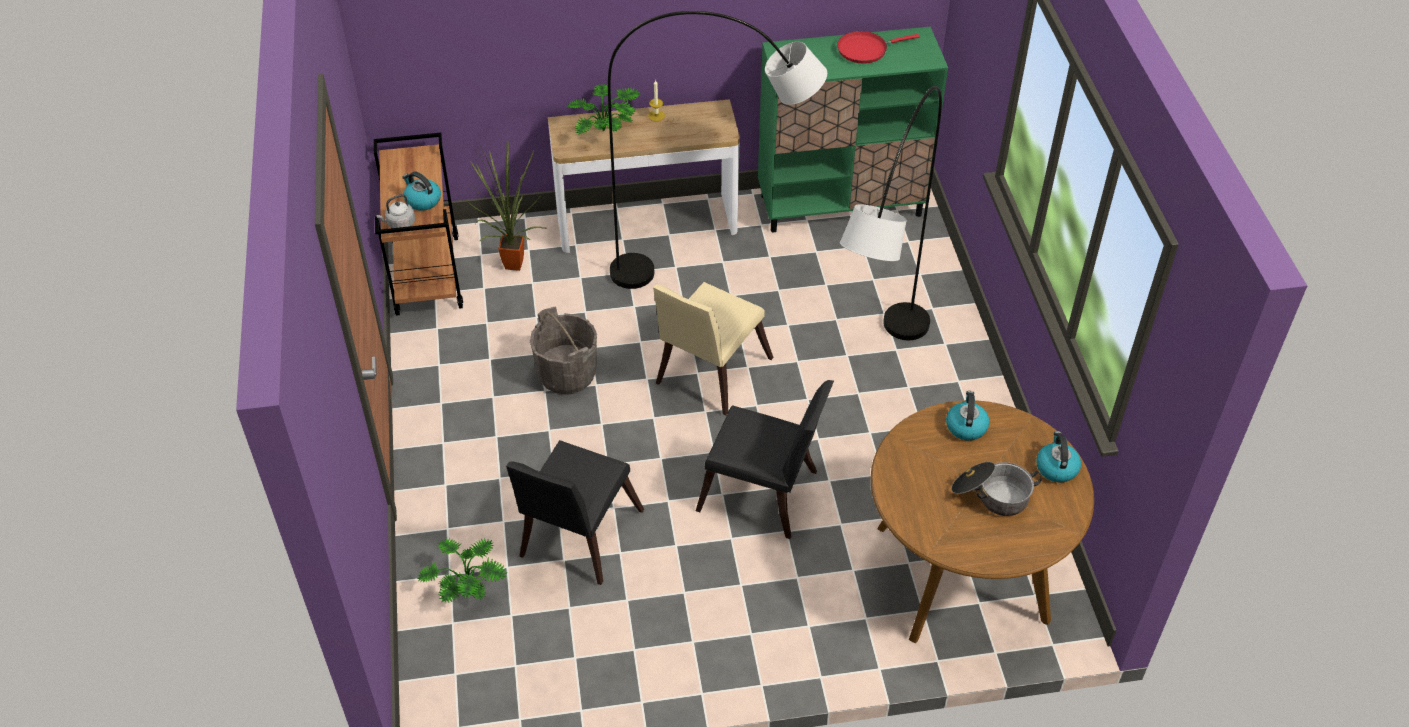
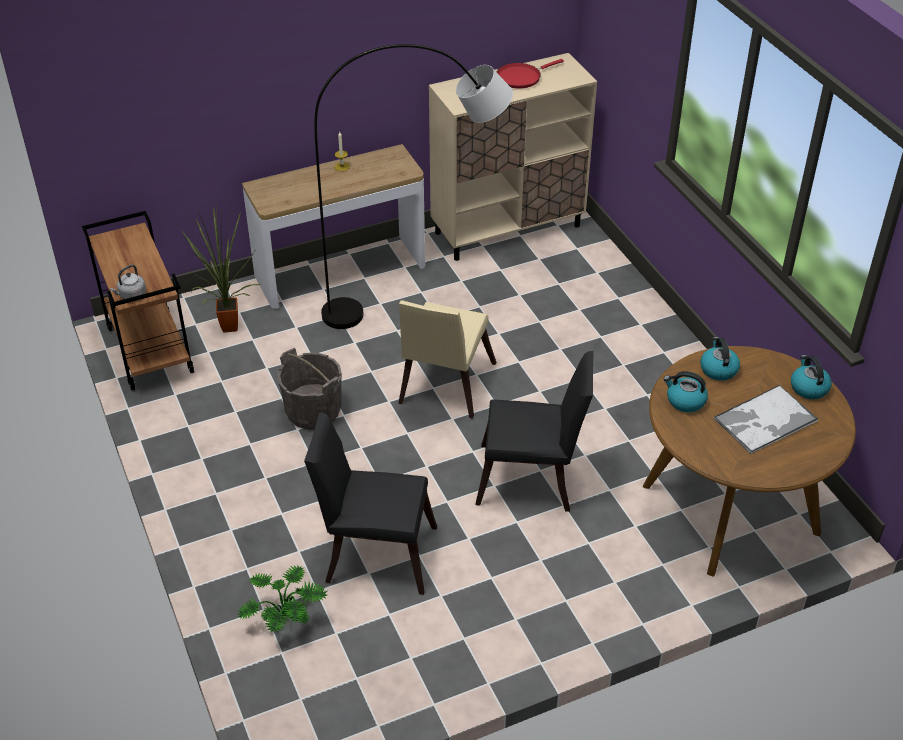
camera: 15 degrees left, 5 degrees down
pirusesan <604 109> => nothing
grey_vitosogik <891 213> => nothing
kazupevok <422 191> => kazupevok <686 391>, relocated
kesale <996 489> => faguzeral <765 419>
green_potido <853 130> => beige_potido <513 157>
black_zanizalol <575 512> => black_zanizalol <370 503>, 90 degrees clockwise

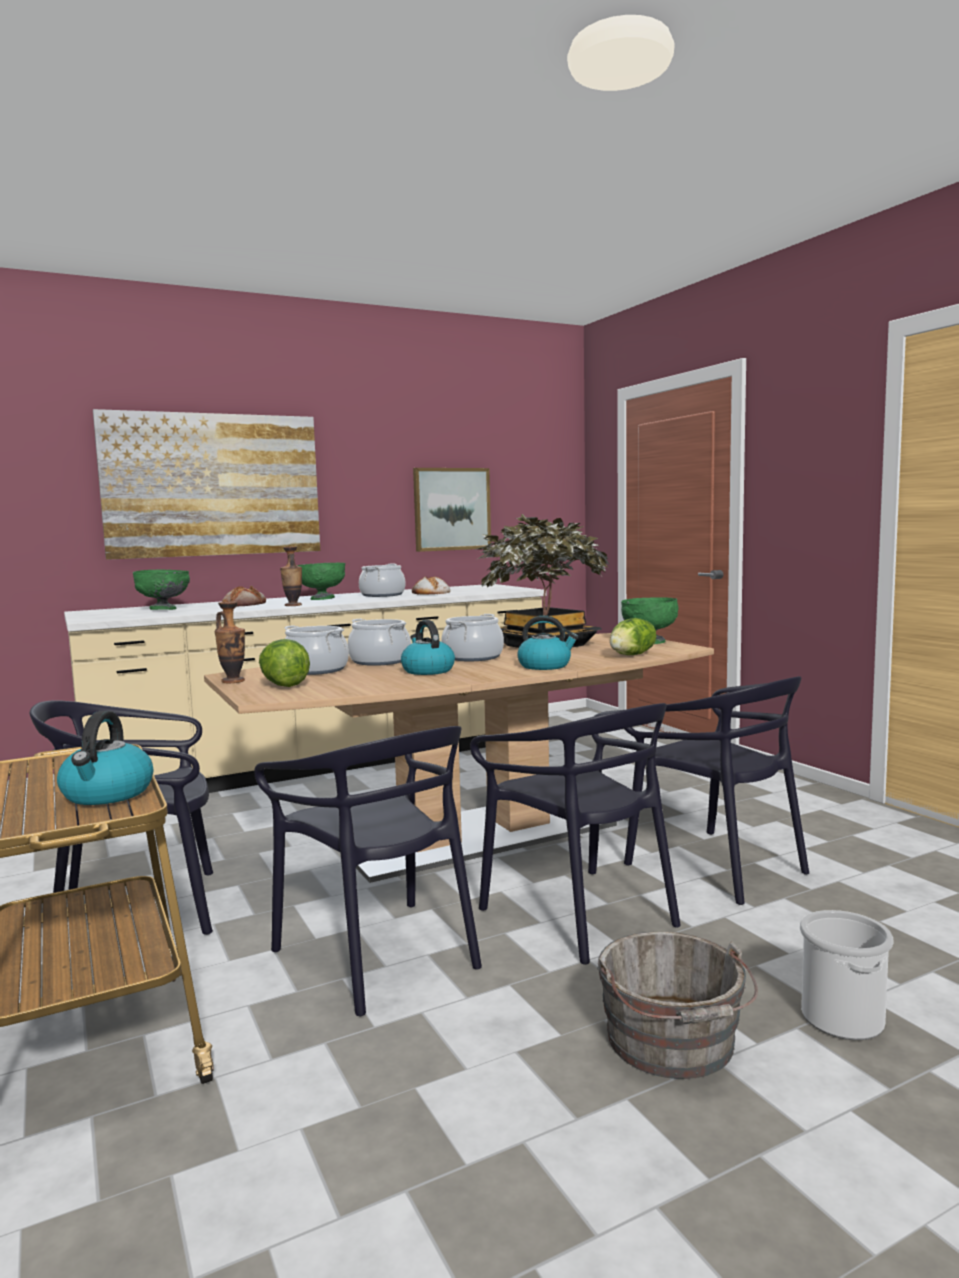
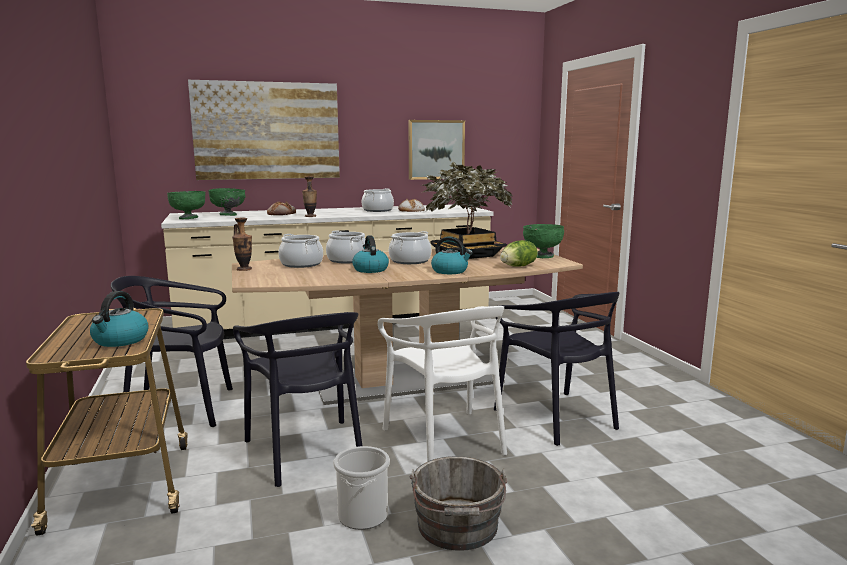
camera: 10 degrees right, 5 degrees up
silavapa <284 663> => nothing
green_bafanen <321 581> => green_bafanen <186 205>, relocated
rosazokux <847 975> => rosazokux <361 488>, relocated
black_zanizalol <575 834> => white_zanizalol <442 384>

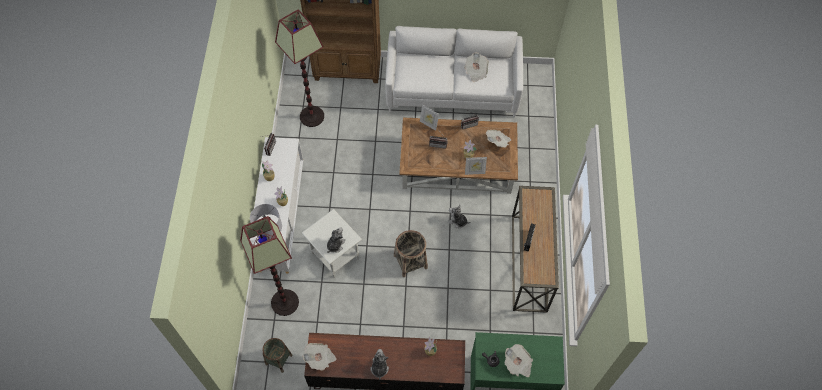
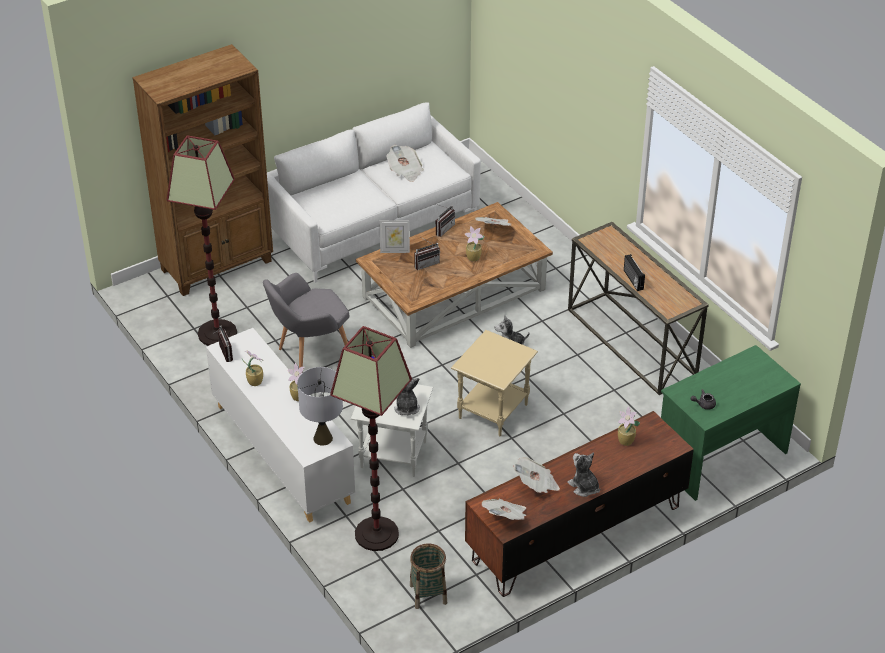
camera: 35 degrees left, 20 degrees down
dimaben <476 166> => nothing
nothing => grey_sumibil <306 320>
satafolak <518 360> => satafolak <536 475>, relocated
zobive <411 253> => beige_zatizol <494 383>

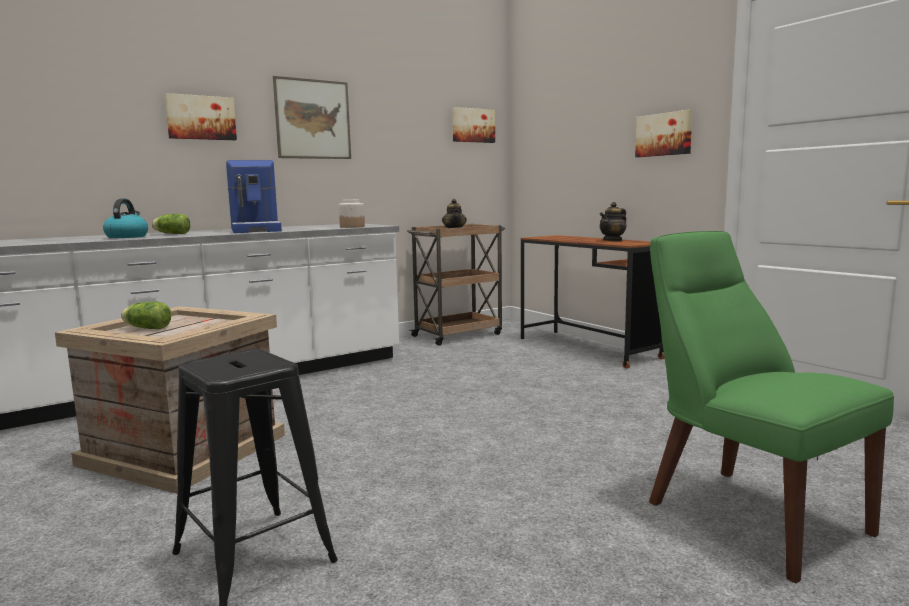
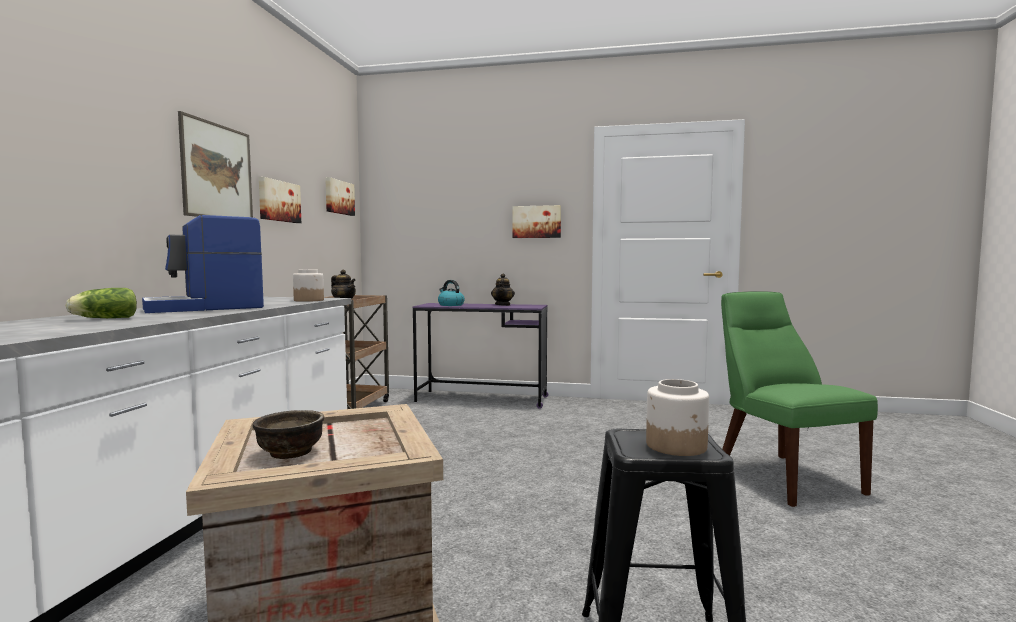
camera: 45 degrees left, 5 degrees down
nothing => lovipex <677 417>
kazupevok <125 218> => kazupevok <451 293>, relocated
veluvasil <201 116> => veluvasil <280 200>, relocated
silavapa <146 315> => brown_bafanen <288 434>
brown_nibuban <593 302> => purple_nibuban <480 356>
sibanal <254 196> => sibanal <203 264>, 120 degrees clockwise
green_zanizalol <771 407> => green_zanizalol <799 399>, 60 degrees clockwise

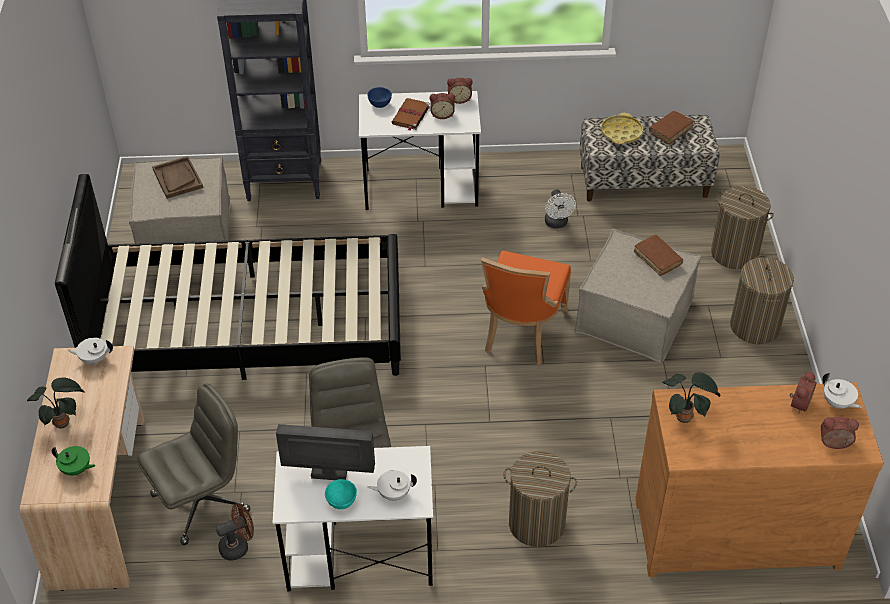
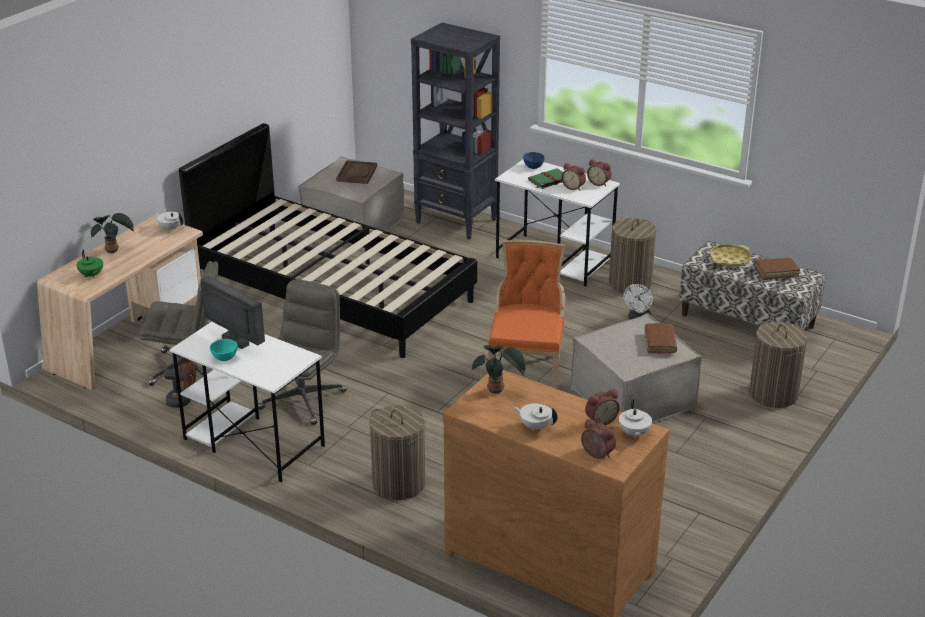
camera: 35 degrees right, 15 degrees down
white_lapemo <392 485> => white_lapemo <535 417>, relocated
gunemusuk <762 299> => gunemusuk <632 256>, relocated
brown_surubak <411 114> => green_surubak <545 178>
orange_zanizalol <526 308> => orange_zanizalol <526 314>, 135 degrees clockwise

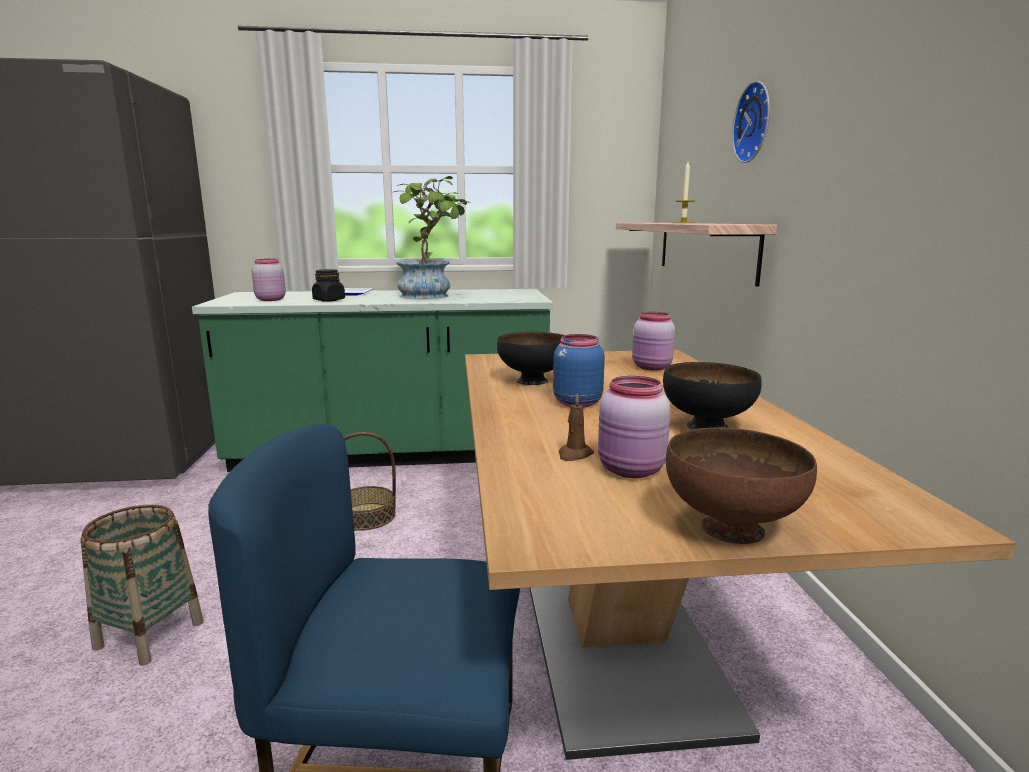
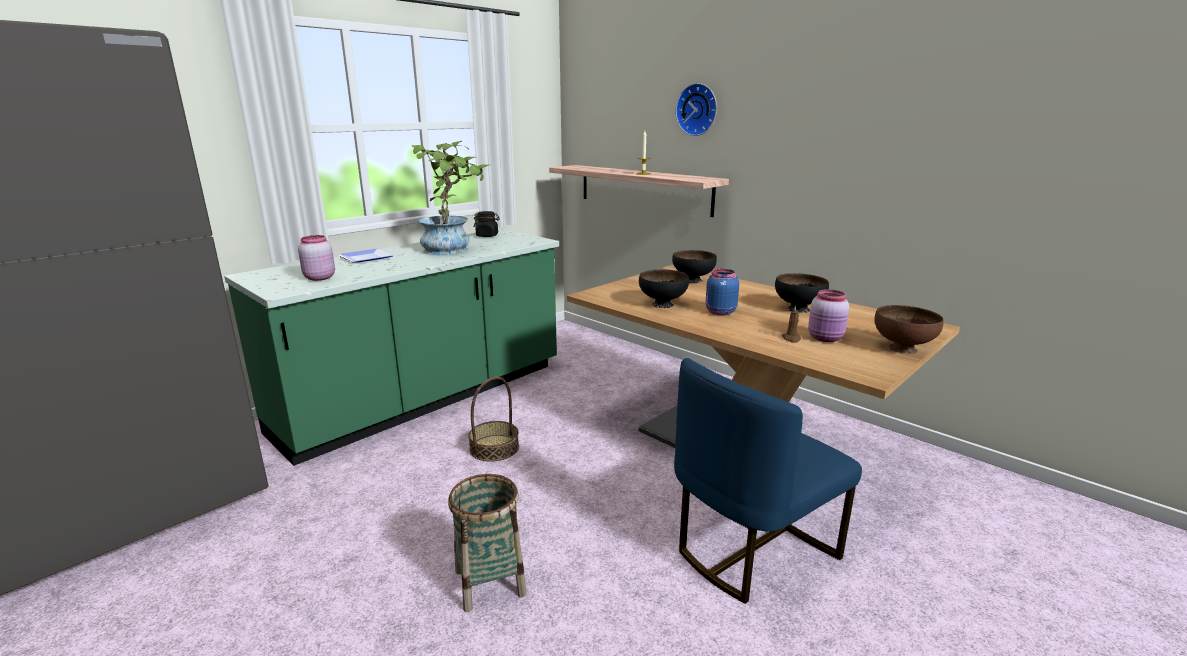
camera: 40 degrees left, 5 degrees up
black_lovipex <328 285> => black_lovipex <487 224>, relocated
pink_lovipex <653 341> => black_bafanen <694 266>

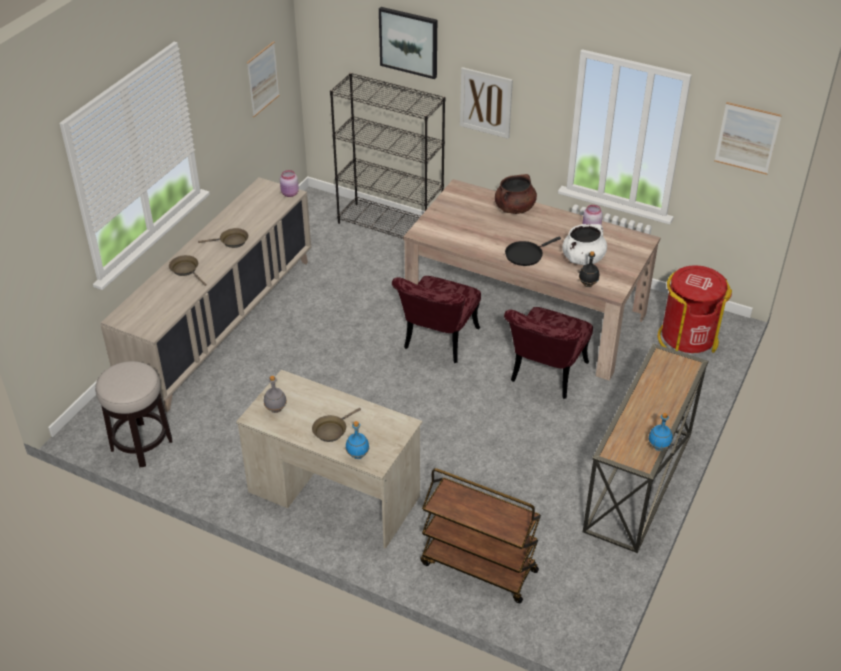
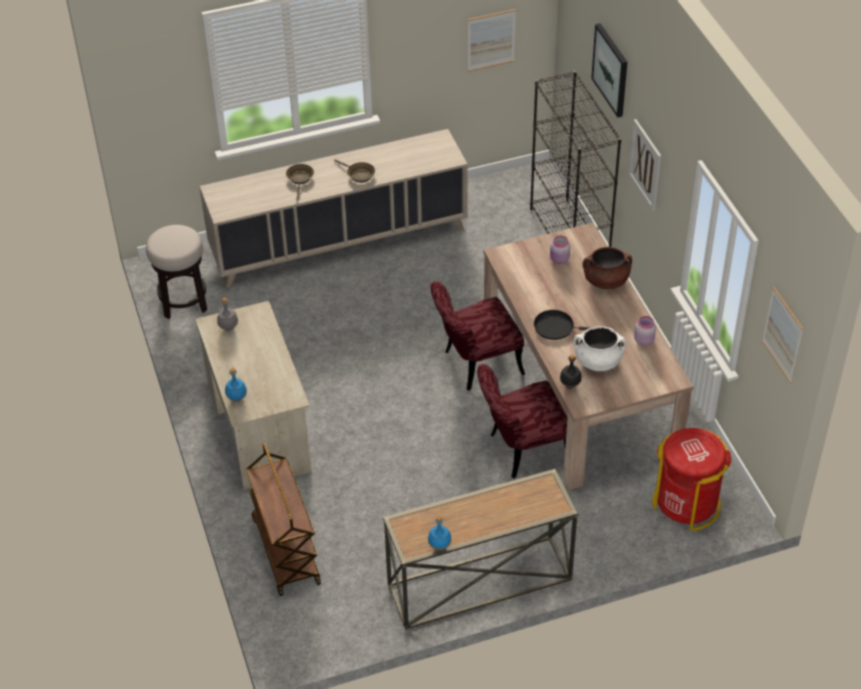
camera: 45 degrees right, 5 degrees up
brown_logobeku <336 425> => nothing
pink_lovipex <289 183> => pink_lovipex <560 249>, relocated

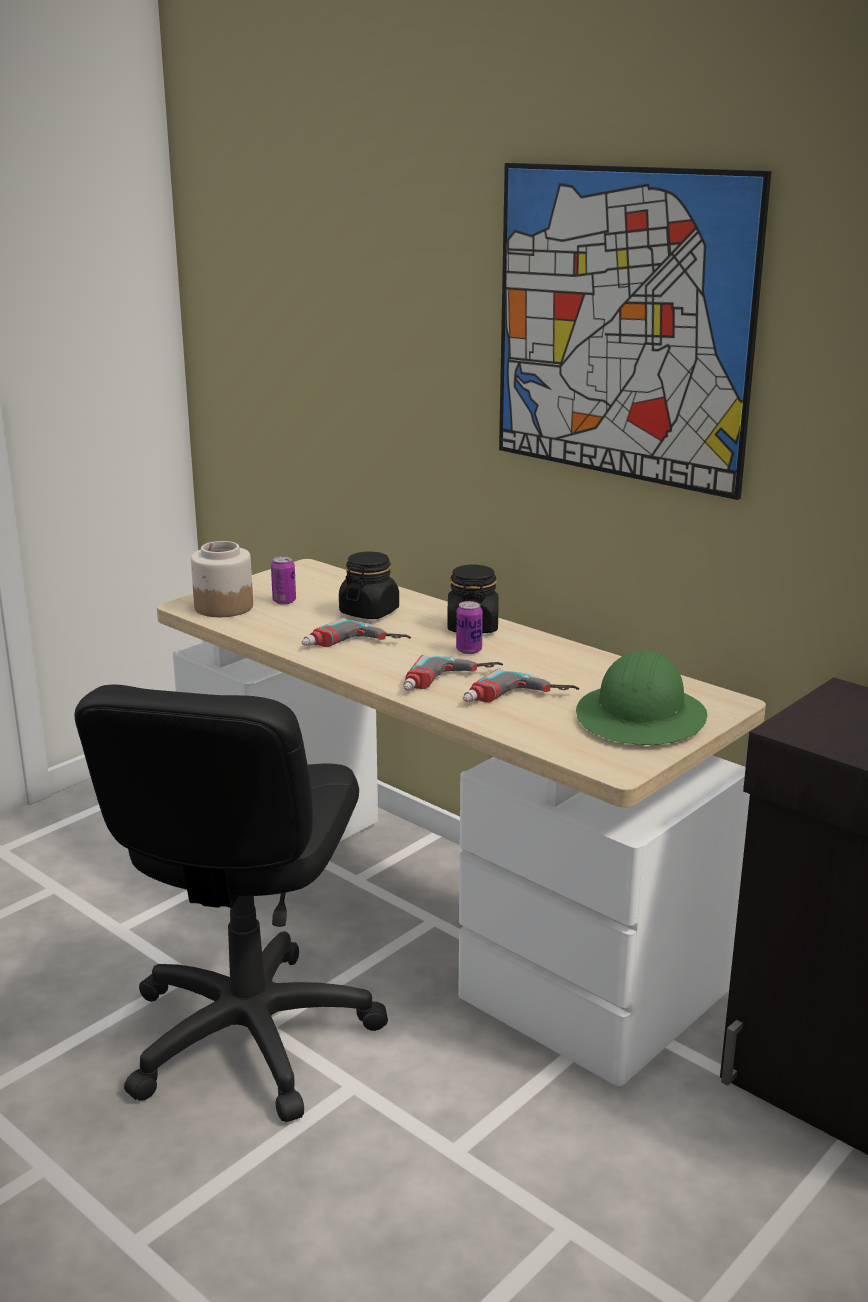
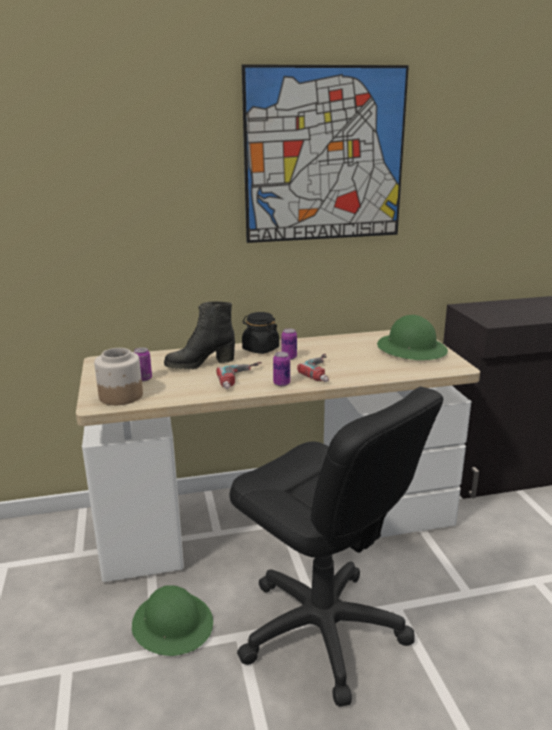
camera: 55 degrees left, 0 degrees up
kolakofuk <521 685> => nothing
nothing => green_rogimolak <172 620>
nothing => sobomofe <281 369>
black_lovipex <369 585> => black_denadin <199 335>

